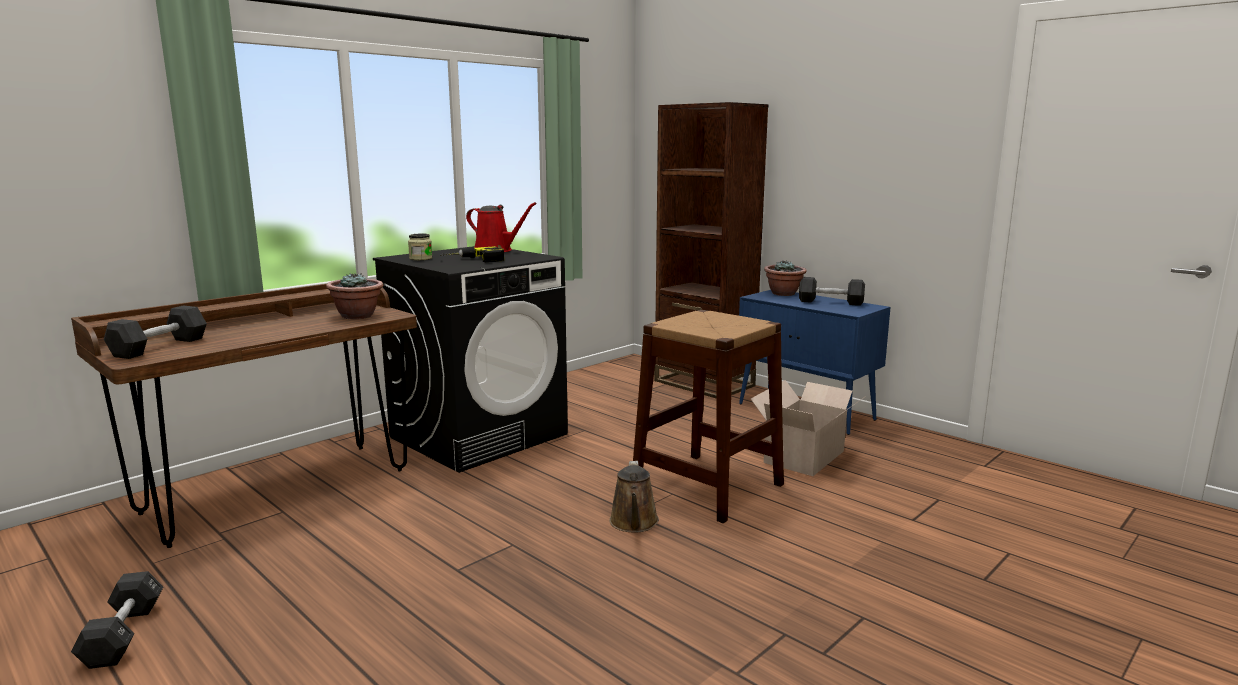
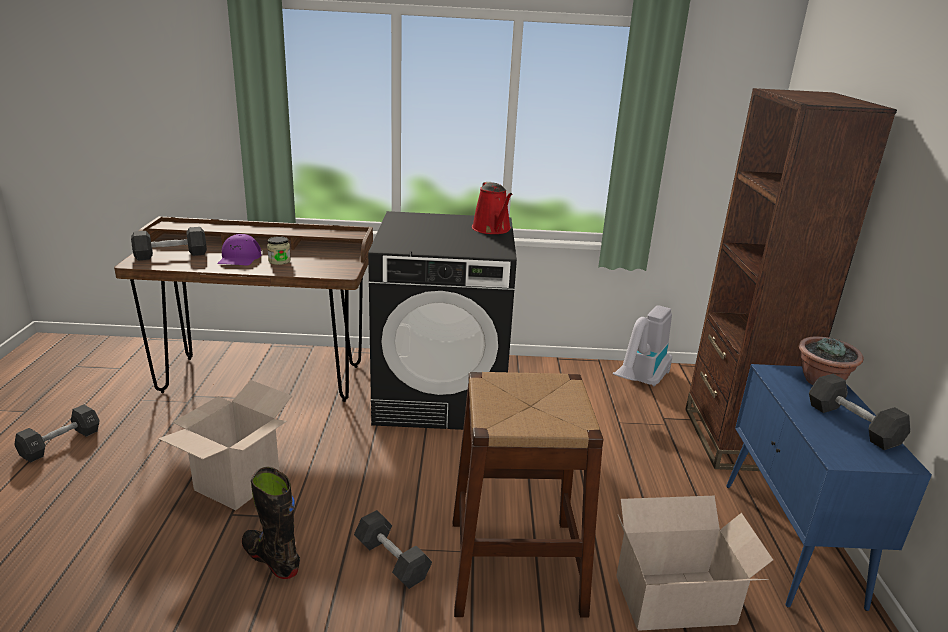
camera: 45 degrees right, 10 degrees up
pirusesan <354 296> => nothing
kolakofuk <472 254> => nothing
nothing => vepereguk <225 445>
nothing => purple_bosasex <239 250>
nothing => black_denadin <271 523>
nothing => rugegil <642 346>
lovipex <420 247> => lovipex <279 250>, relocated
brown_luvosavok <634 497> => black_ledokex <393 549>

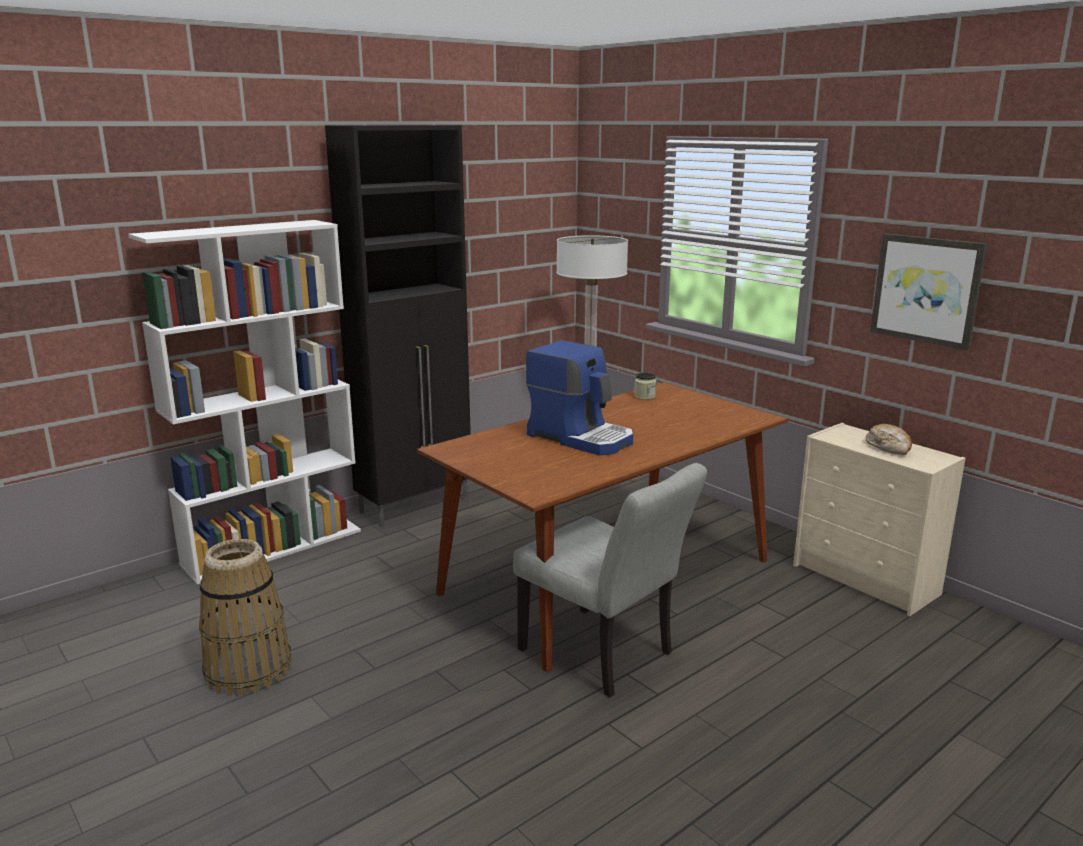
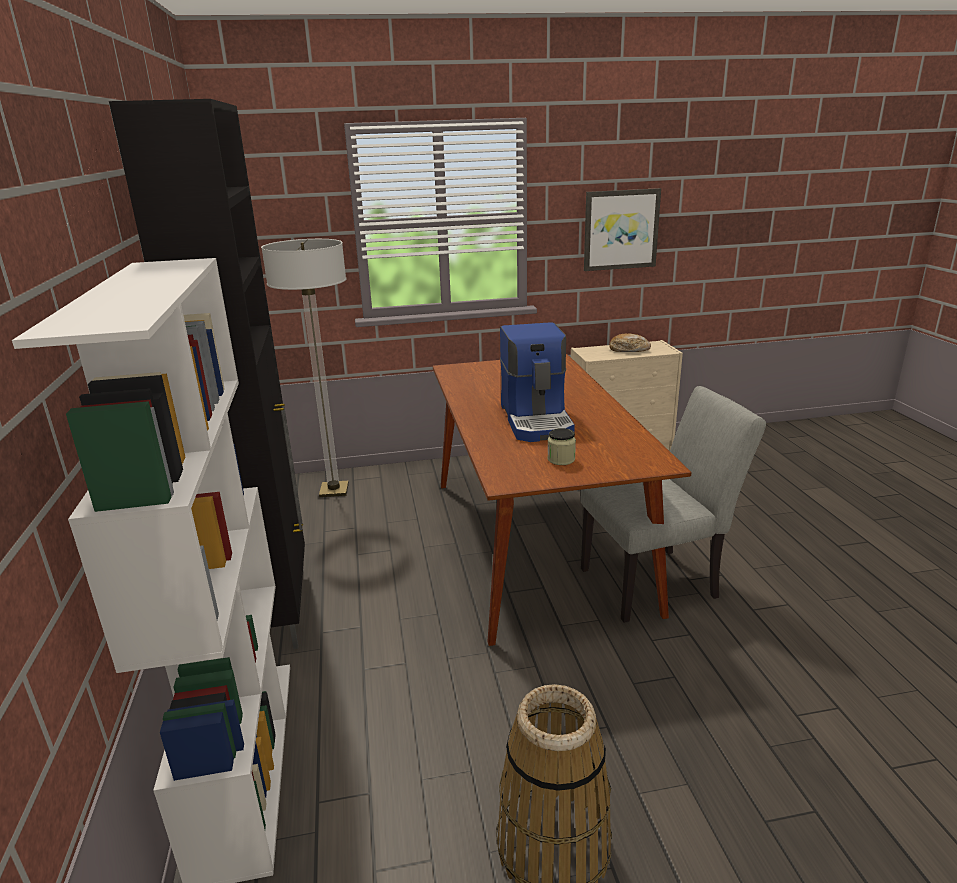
camera: 60 degrees left, 5 degrees up
lovipex <645 386> => lovipex <561 446>, relocated
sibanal <579 397> => sibanal <537 382>, 105 degrees clockwise

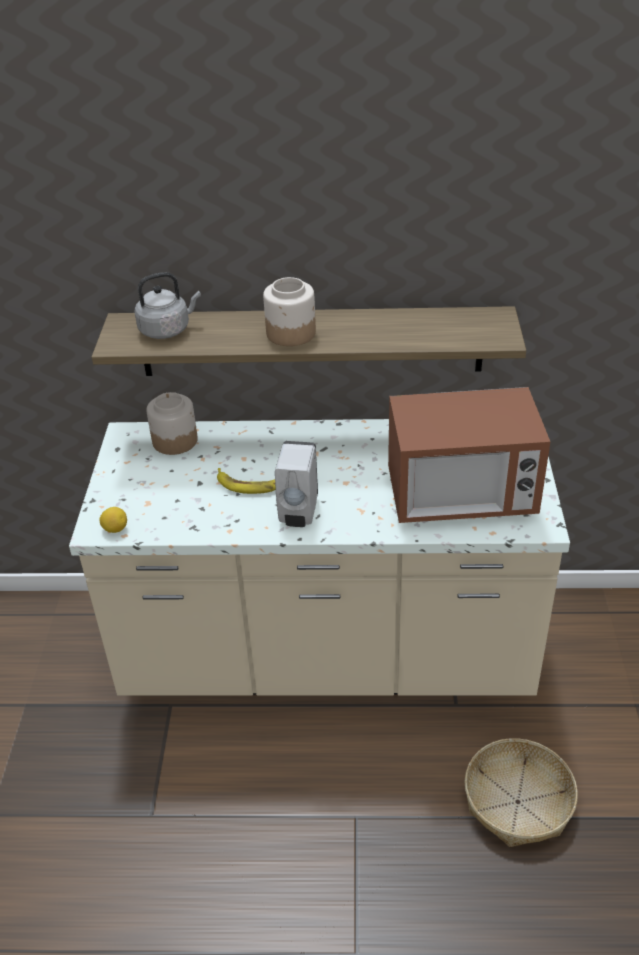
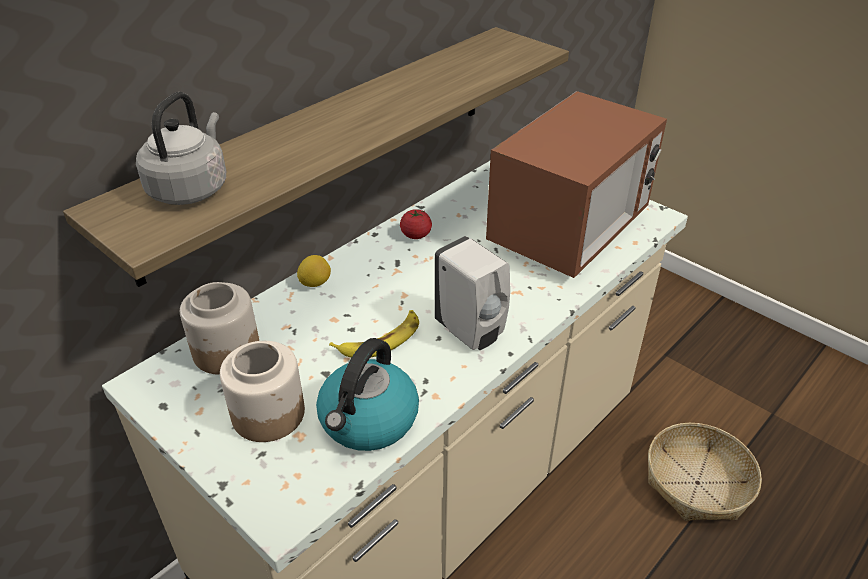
camera: 50 degrees left, 0 degrees up
nothing => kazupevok <367 394>
nothing => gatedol <416 224>
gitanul <113 520> => gitanul <314 271>, relocated
lovipex <289 311> => lovipex <262 391>, relocated

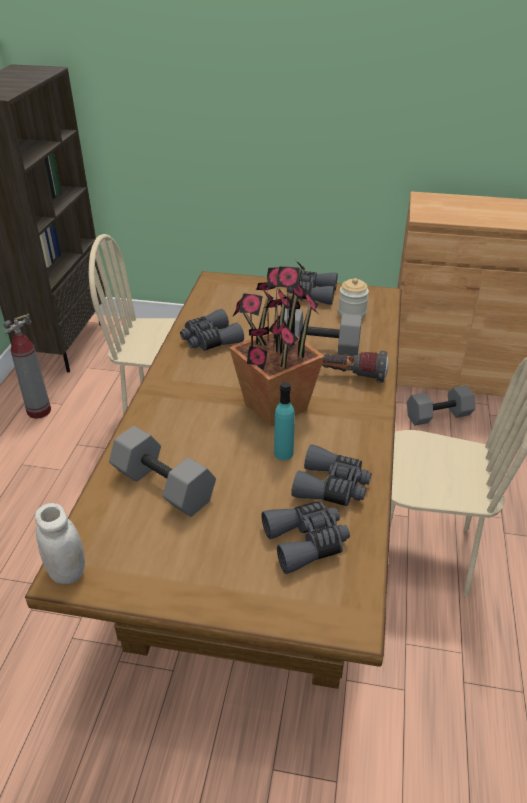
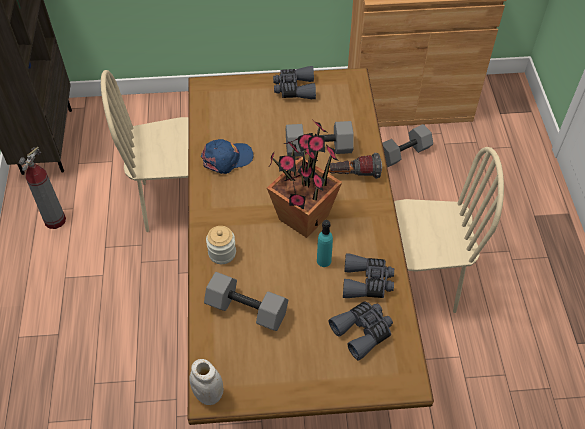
camera: 15 degrees left, 15 degrees up
lovipex <353 298> => lovipex <221 245>, relocated
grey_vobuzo <212 330> => blue_bosasex <227 156>

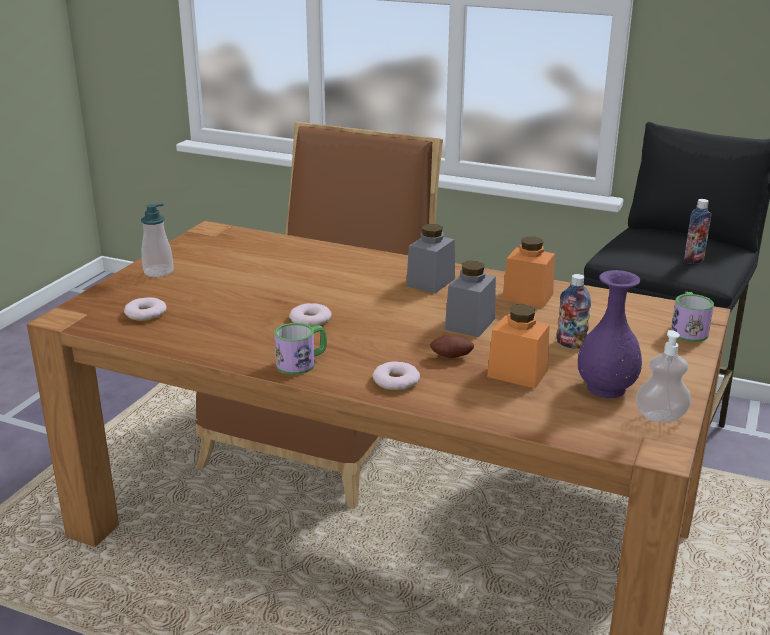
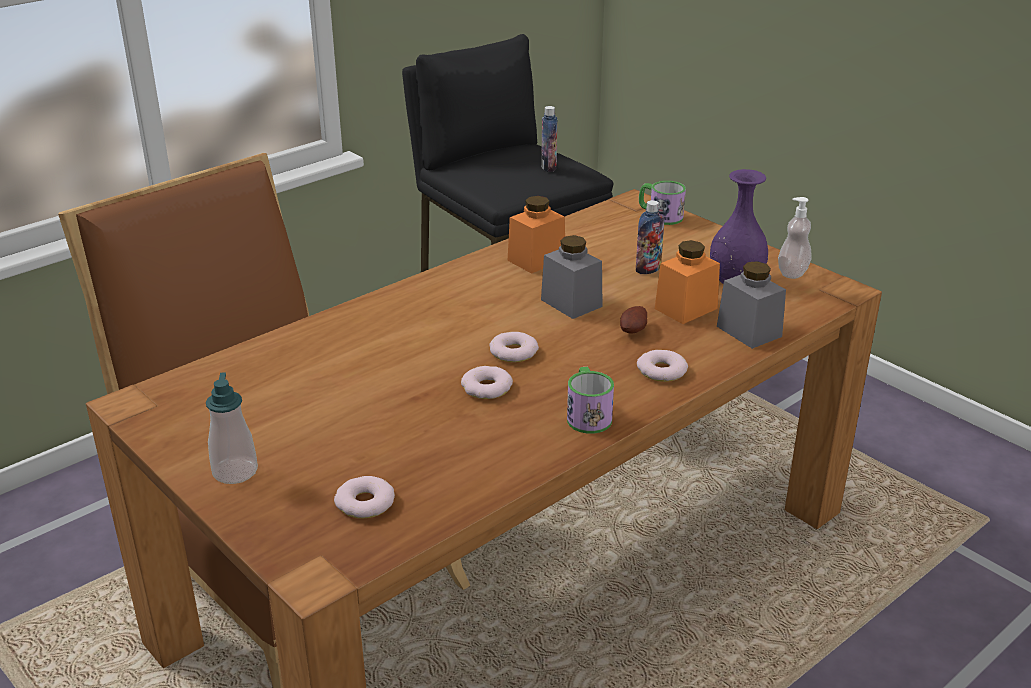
camera: 65 degrees left, 5 degrees up
nothing => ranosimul <514 347>
grey_lovipex <430 259> => grey_lovipex <751 305>, relocated

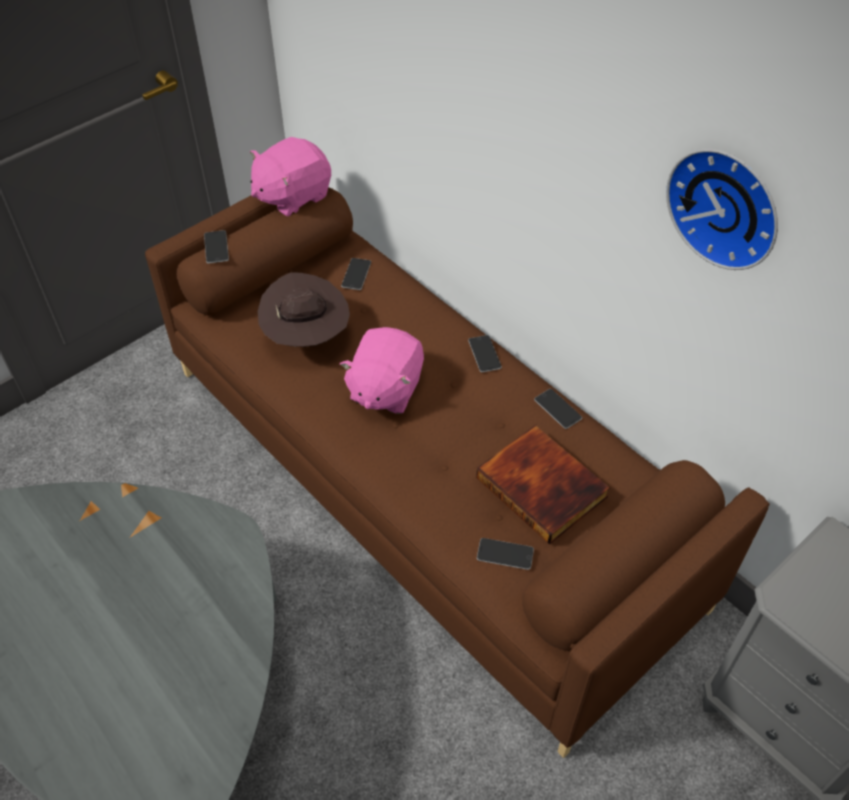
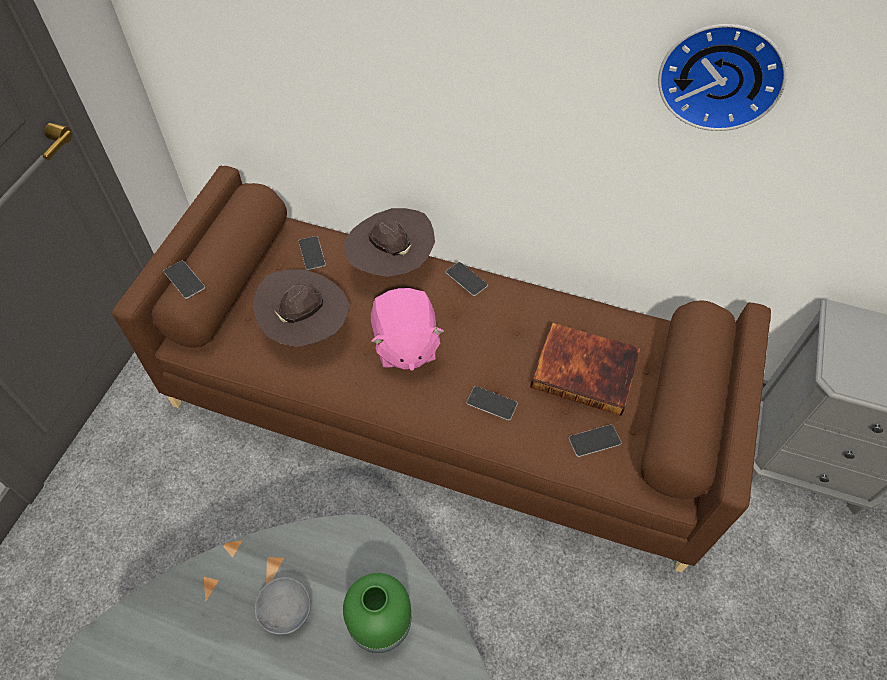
camera: 30 degrees left, 5 degrees up
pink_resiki <290 177> => nothing
nothing => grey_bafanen <283 606>
nothing => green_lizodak <377 613>
nothing => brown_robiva <389 242>
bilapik <558 409> => bilapik <492 403>, relocated

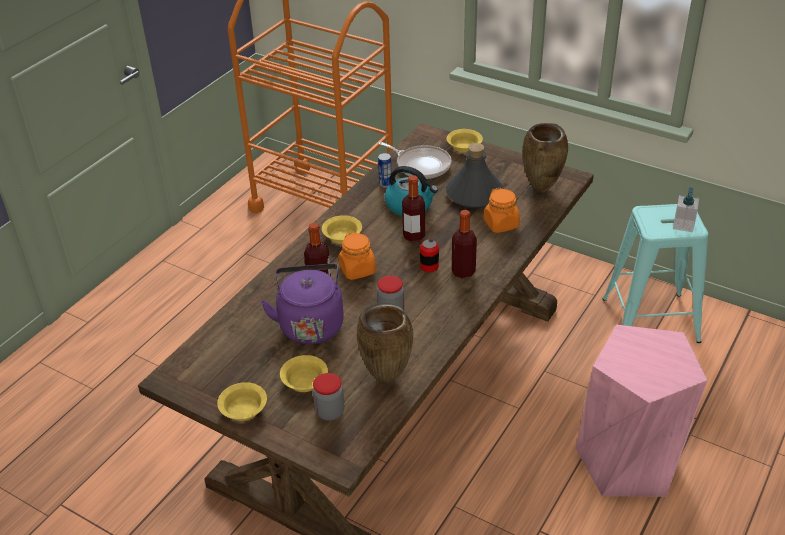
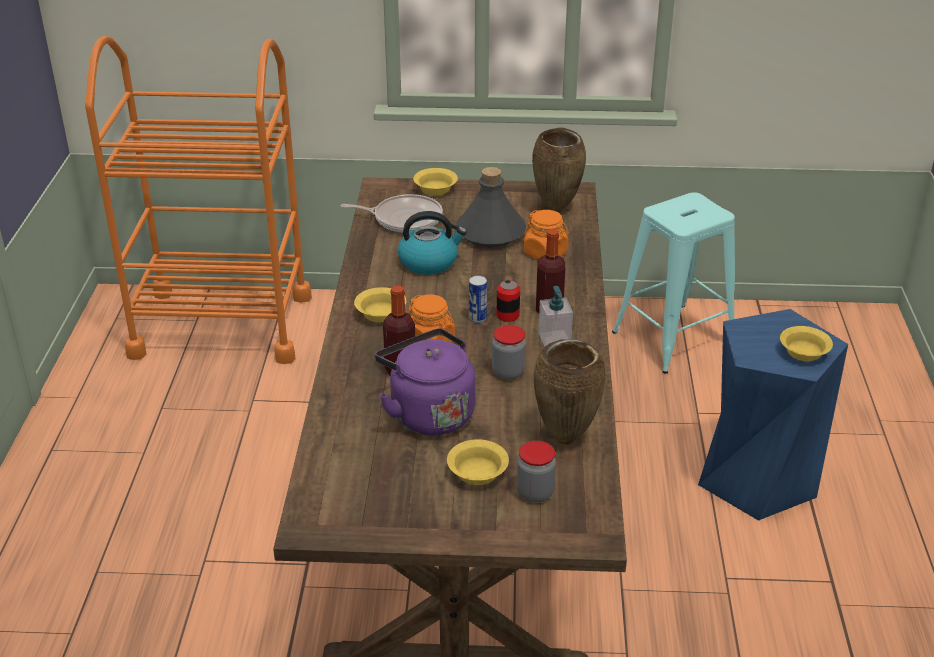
camera: 30 degrees left, 5 degrees down
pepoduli <413 208> => nothing
yellow_bafanen <242 401> => yellow_bafanen <806 343>, relocated
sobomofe <385 170> => sobomofe <478 299>, relocated
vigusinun <686 210> => vigusinun <556 316>, relocated
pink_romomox <641 411> => blue_romomox <773 415>

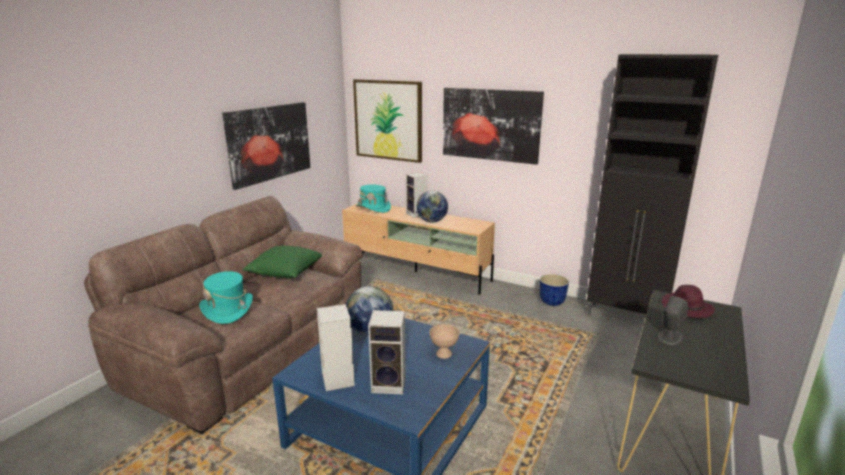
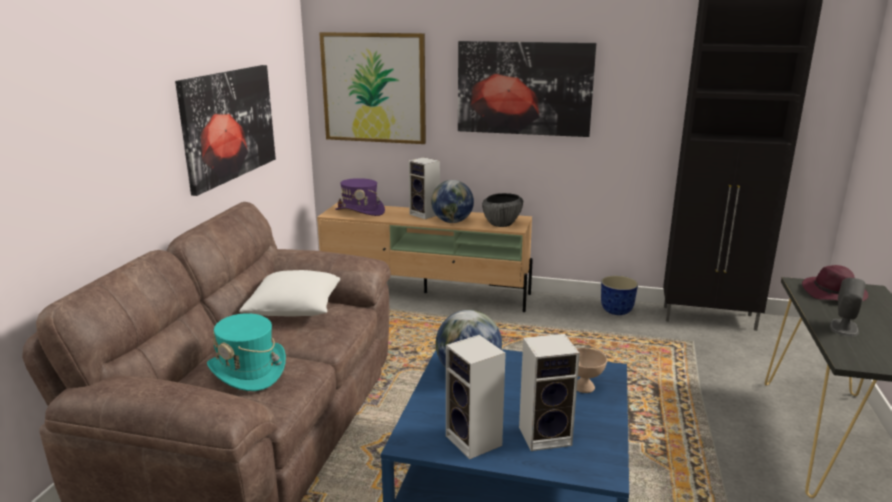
camera: 15 degrees left, 0 degrees up
nothing => bafanen <502 210>
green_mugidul <282 262> => white_mugidul <289 293>
turquoise_robiva <373 199> => purple_robiva <360 197>

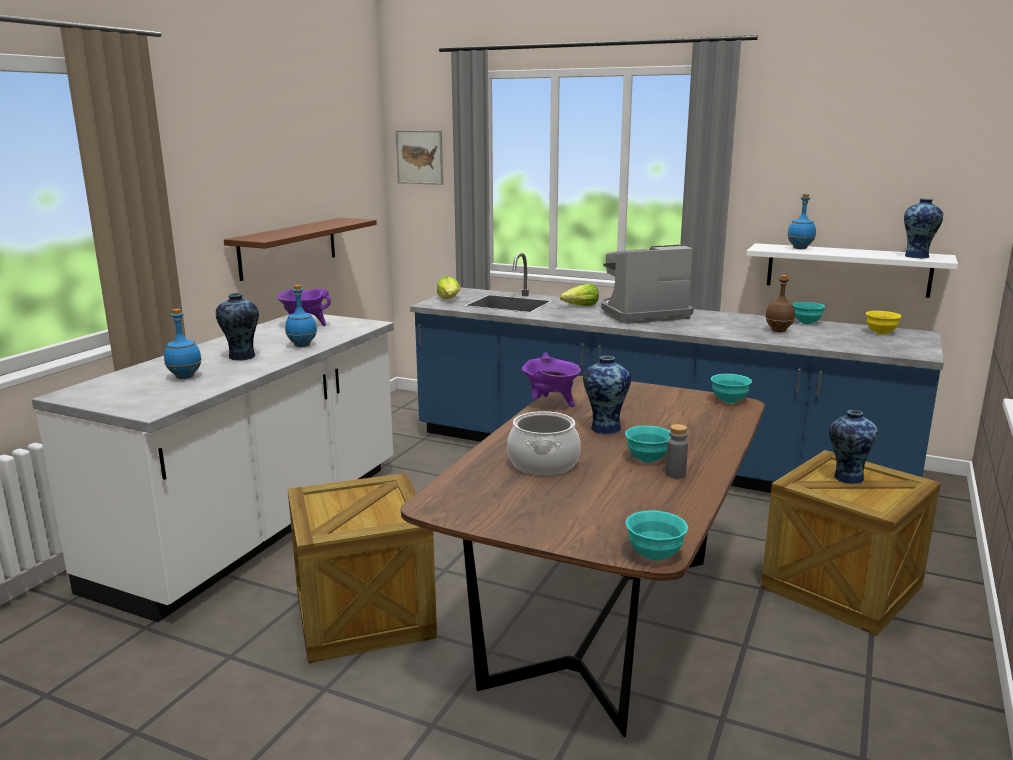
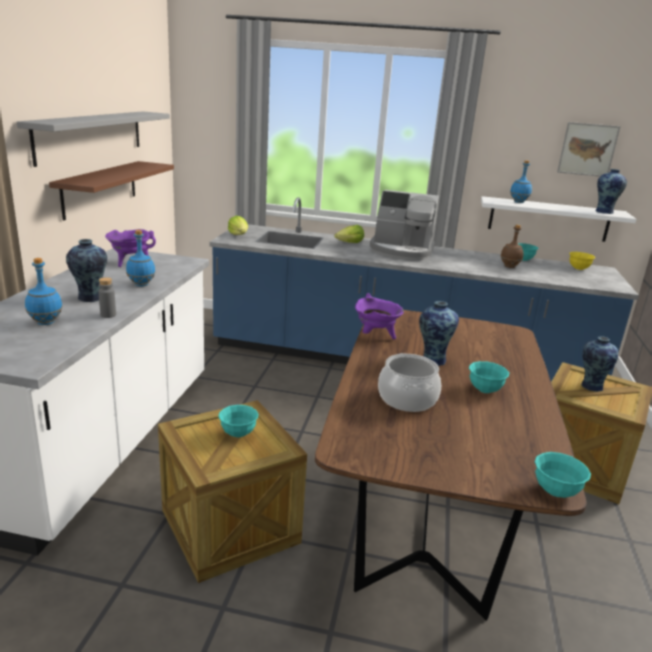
camera: 15 degrees left, 5 degrees up
nothing => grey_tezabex <93 139>
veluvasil <419 157> => veluvasil <589 149>, relocated
grey_pepoduli <677 451> => grey_pepoduli <107 297>, relocated
turquoise_bafanen <731 388> => turquoise_bafanen <238 421>, relocated
sibanal <647 284> => sibanal <404 225>, 135 degrees counterclockwise

